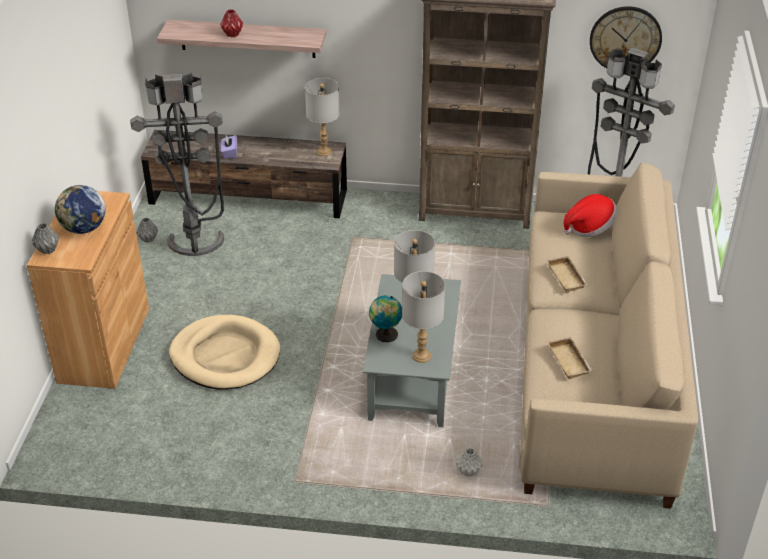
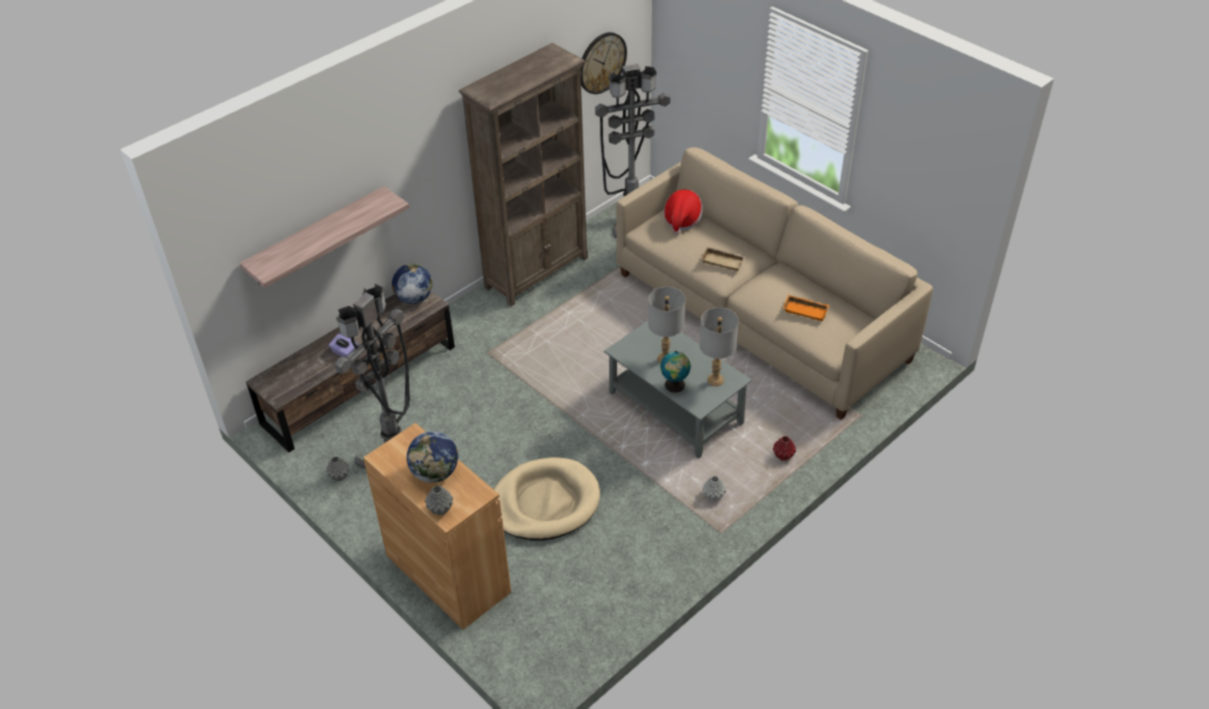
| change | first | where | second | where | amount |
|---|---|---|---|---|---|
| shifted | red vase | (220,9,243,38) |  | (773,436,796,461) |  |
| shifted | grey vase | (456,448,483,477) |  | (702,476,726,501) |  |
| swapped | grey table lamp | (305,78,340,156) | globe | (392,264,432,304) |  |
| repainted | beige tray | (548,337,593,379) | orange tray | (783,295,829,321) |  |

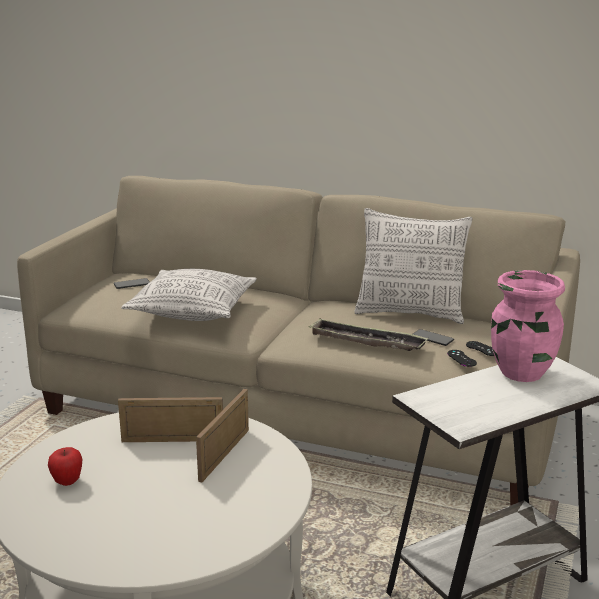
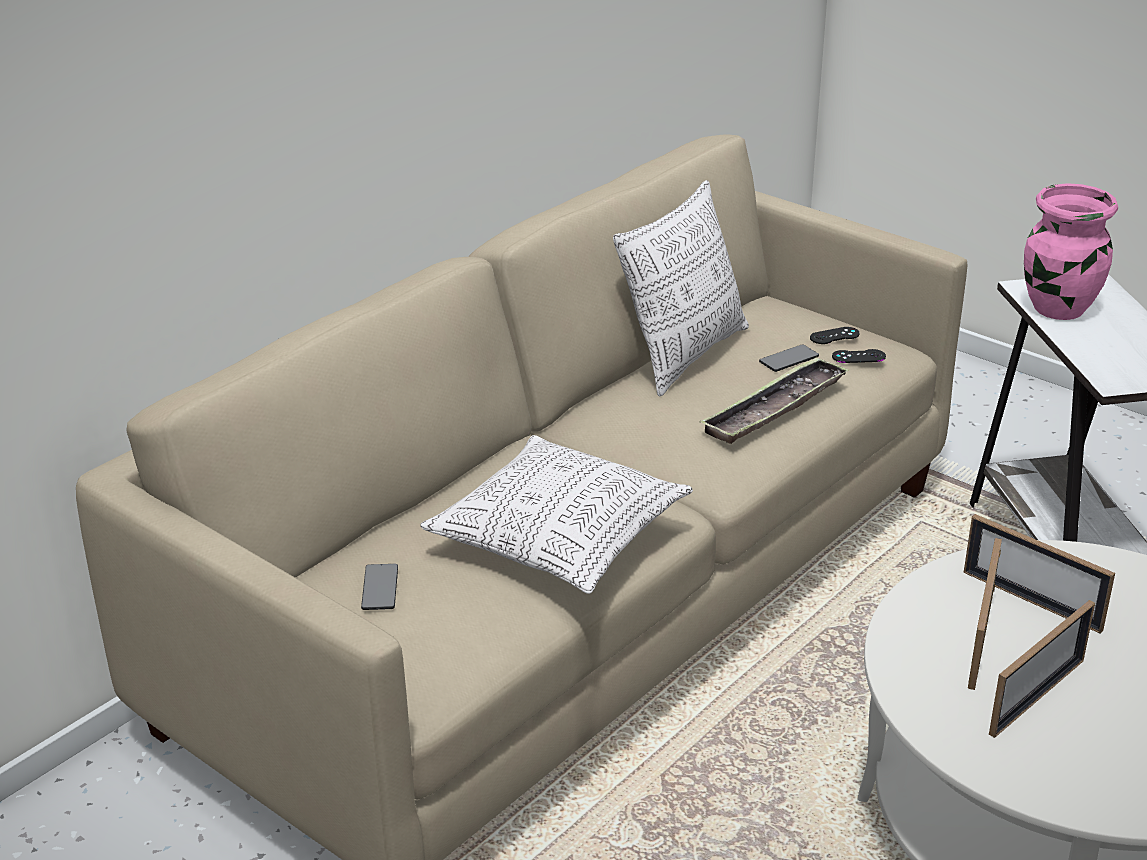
| change | first | where | second | where | amount |
|---|---|---|---|---|---|
| gone | apple | (48,447,82,486) |  |  |  |
| new |  |  | picture frame | (989,600,1095,738) |  |

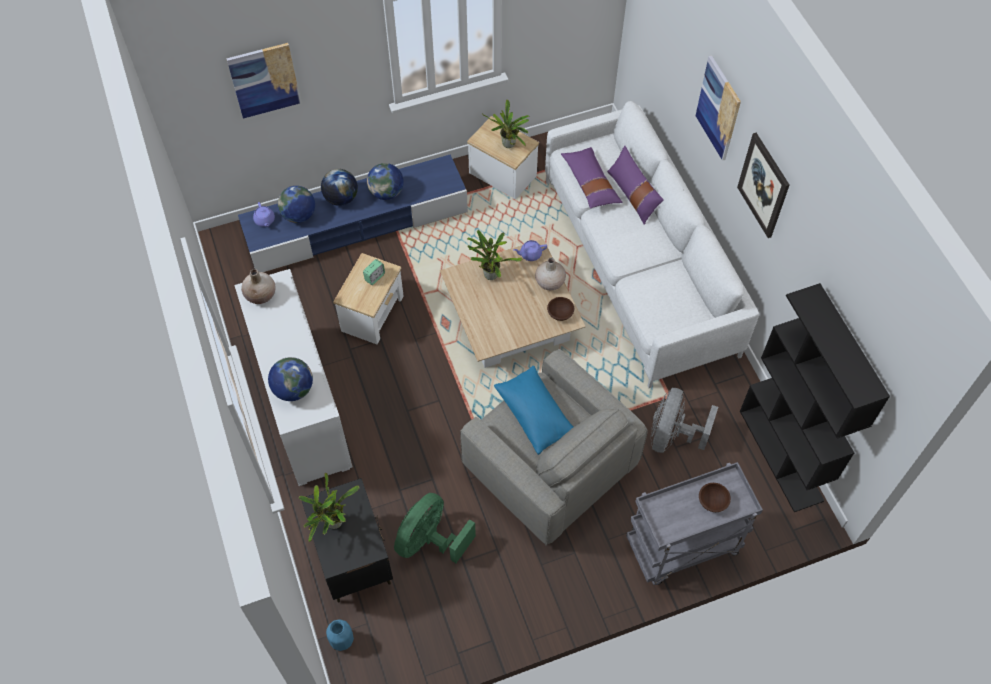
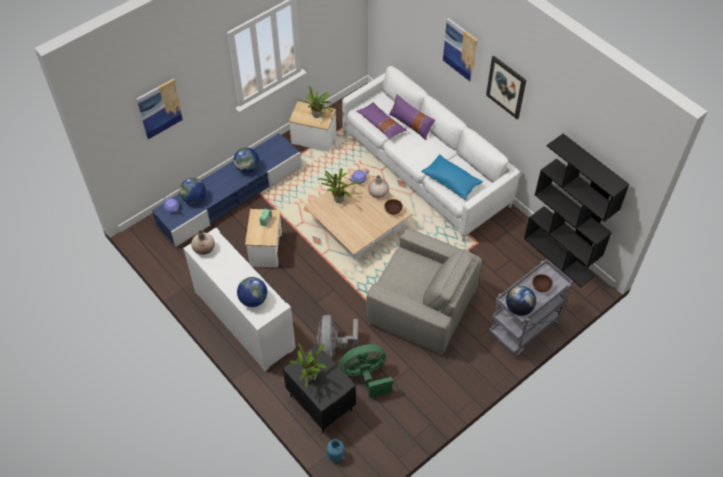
| change | first | where | second | where | amount |
|---|---|---|---|---|---|
| shifted | globe | (321,169,358,206) |  | (506,286,536,316) |  |
| shifted | blue pillow | (494,366,573,455) |  | (421,154,483,200) |  |
| shifted | grey fan | (651,388,718,453) |  | (317,315,358,358) |  |
| rotated | green fan | (394,493,476,563) |  | (339,344,393,398) | 60 degrees clockwise |

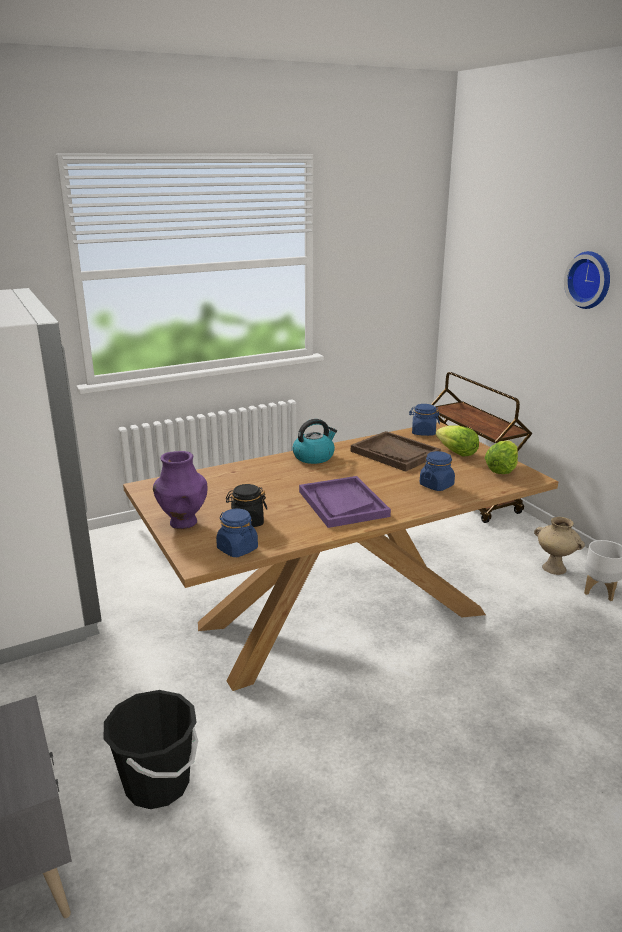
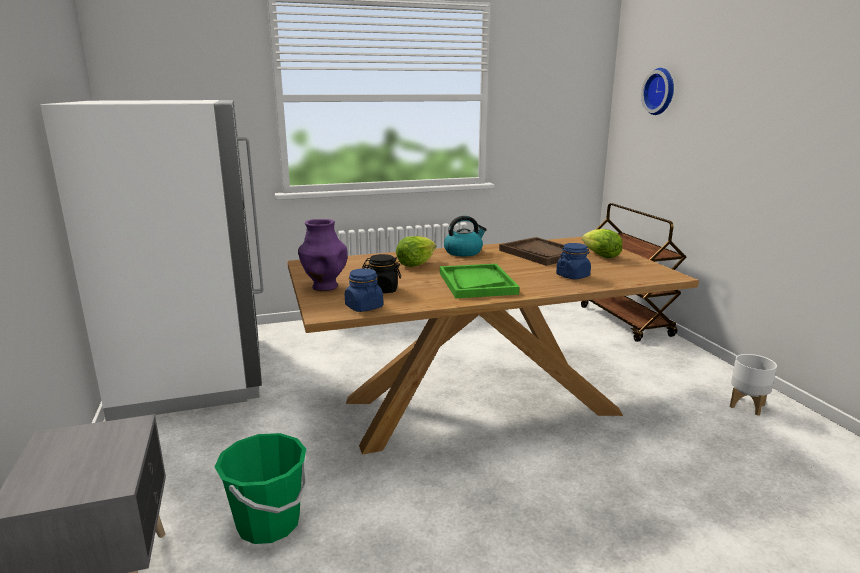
| change | first | where | second | where | amount |
|---|---|---|---|---|---|
| gone | blue jar | (409,404,440,436) |  |  |  |
| gone | beige vase | (534,517,585,575) |  |  |  |
| shifted | lettuce | (485,440,518,474) |  | (396,236,436,267) |  |
| shifted | wall clock | (564,251,610,309) |  | (641,68,674,115) |  |
| repainted | black bucket | (104,690,198,809) | green bucket | (215,433,308,544) |  |
| repainted | purple tray | (299,476,391,528) | green tray | (440,264,520,298) |  |

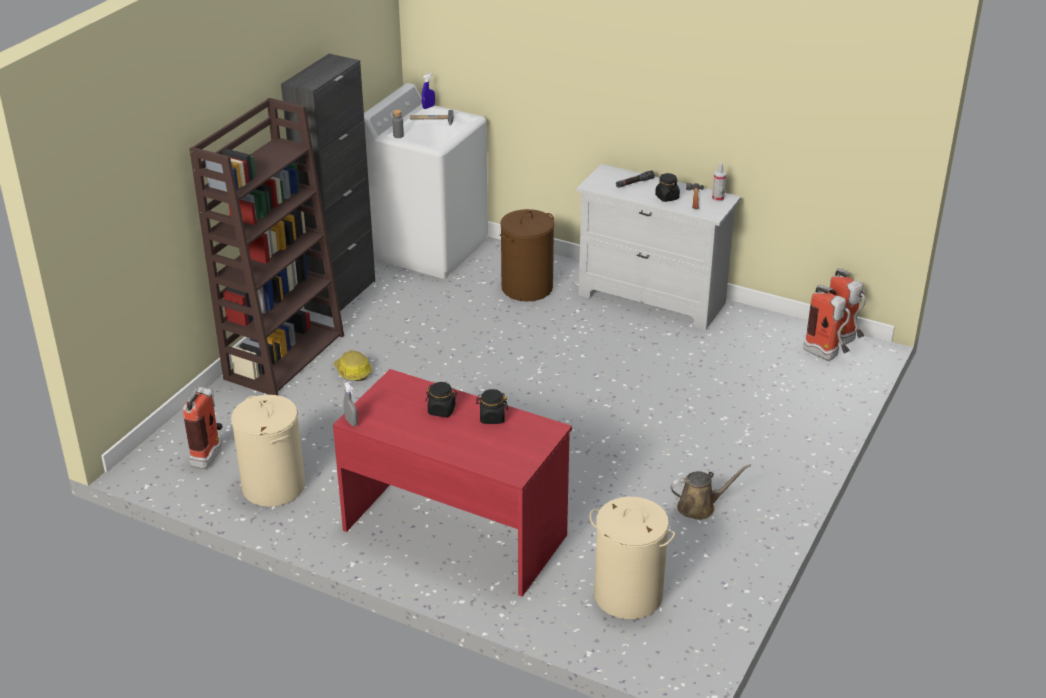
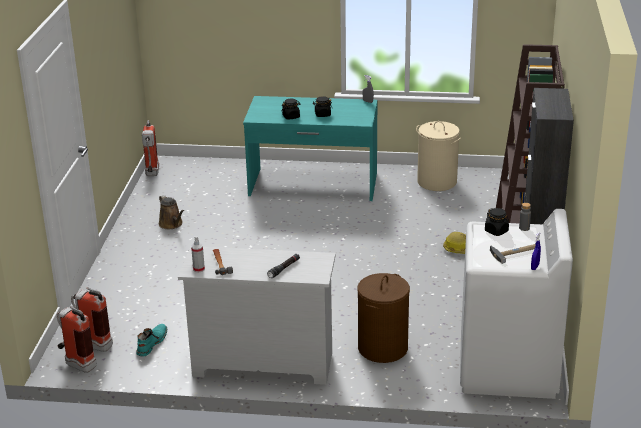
| change | first | where | second | where | amount |
|---|---|---|---|---|---|
| gone | beige laundry basket | (589,497,675,619) |  |  |  |
| new |  |  | turquoise boot | (136,324,167,357) |  |
| shifted | fire extinguisher | (183,387,223,469) |  | (142,120,159,176) |  |
| shifted | black jar | (655,173,680,202) |  | (485,208,509,236) |  |
| repainted | red desk | (333,369,572,597) | turquoise desk | (243,96,377,201) |  |
| rotated | brown watering can | (670,464,751,520) |  | (159,195,184,229) | 90 degrees counterclockwise |

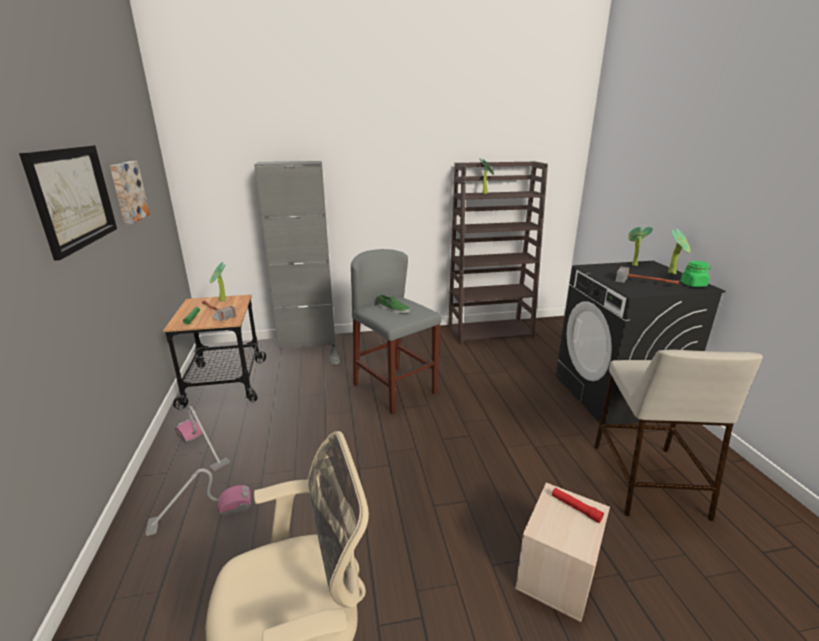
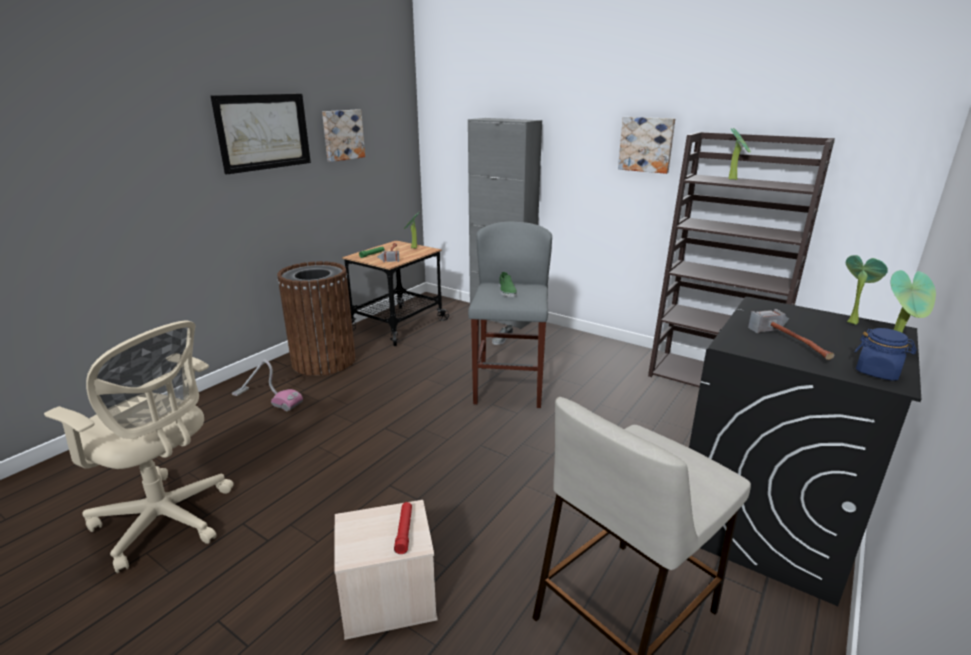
| change | first | where | second | where | amount |
|---|---|---|---|---|---|
| new |  |  | picture | (618,117,675,174) |  |
| swapped | vacuum cleaner | (175,406,230,471) | brown trash can | (277,261,356,376) |  |
| repainted | green jar | (680,261,711,287) | blue jar | (855,328,917,381) |  |

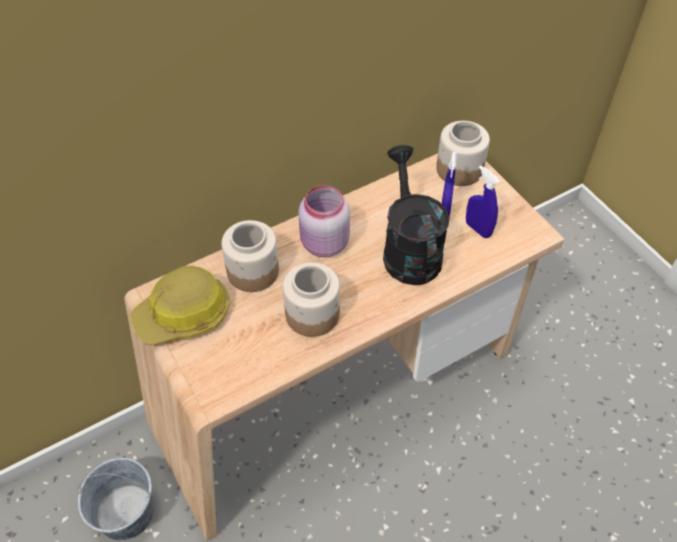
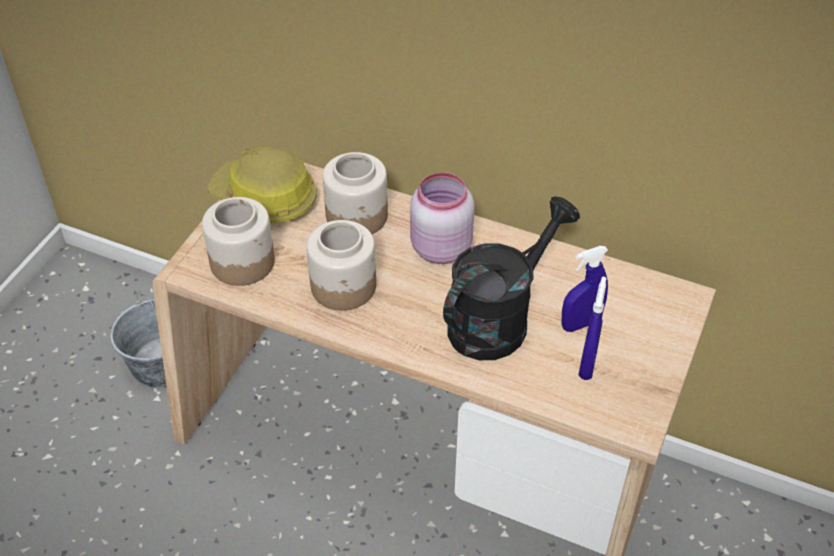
| change | first | where | second | where | amount |
|---|---|---|---|---|---|
| shifted | jar | (436,121,490,186) |  | (202,197,275,286) |  |

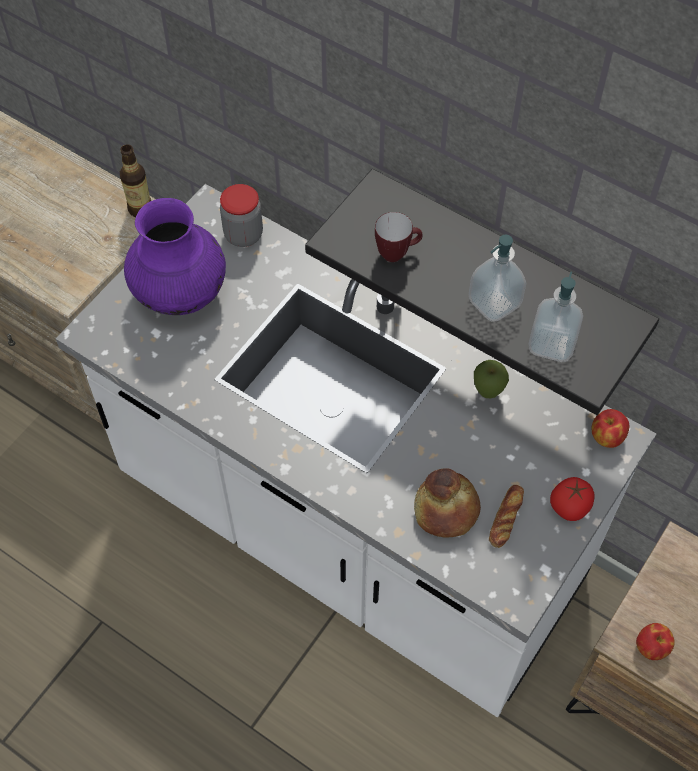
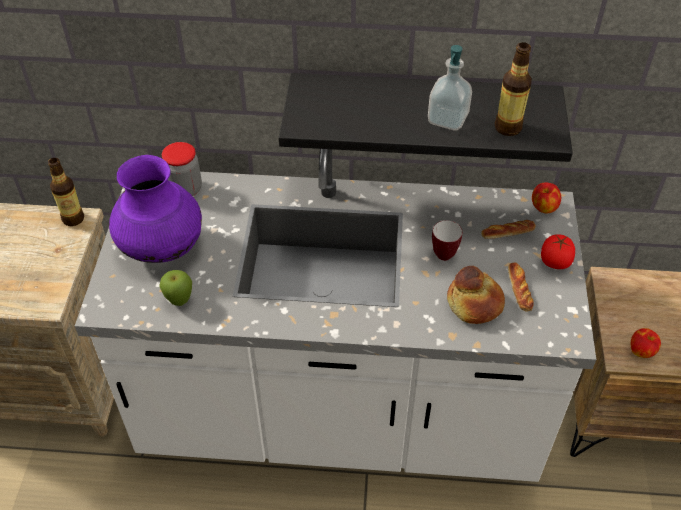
| change | first | where | second | where | amount |
|---|---|---|---|---|---|
| new |  |  | bread | (481,220,536,239) |  |
| shifted | mug | (375,212,423,262) |  | (432,220,462,261) |  |
| shifted | apple | (474,360,509,398) |  | (159,270,192,306) |  |
| swapped | soap dispenser | (528,271,583,362) | bottle | (495,42,532,136) |  |

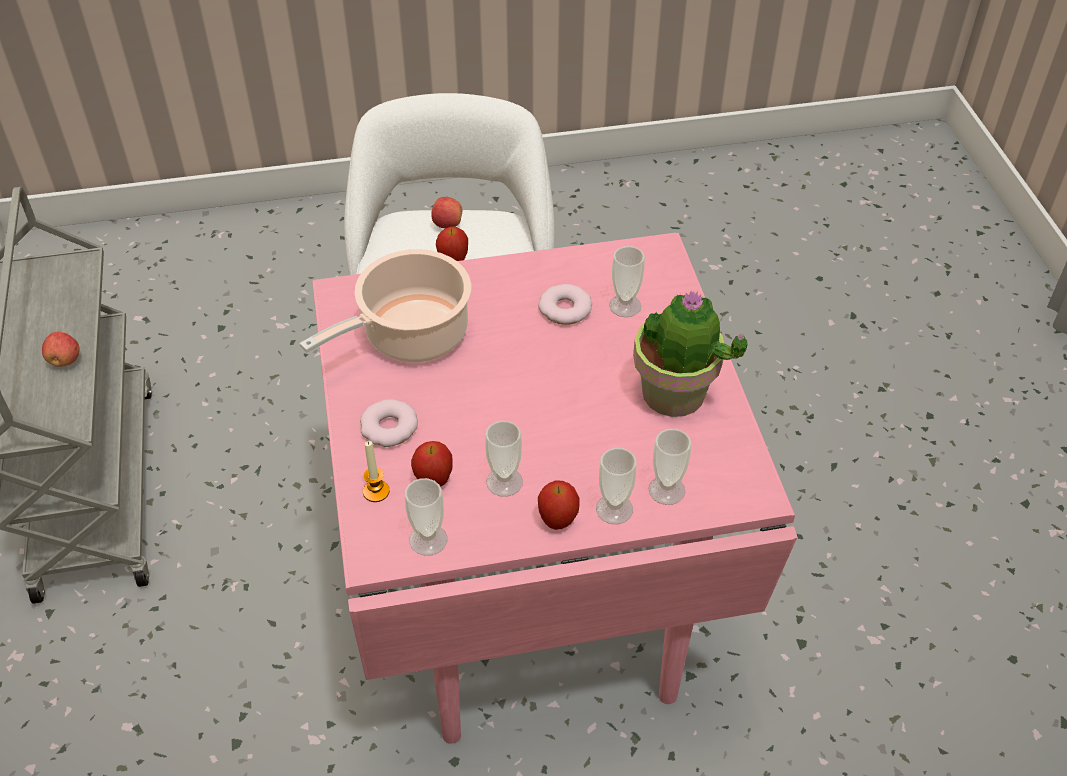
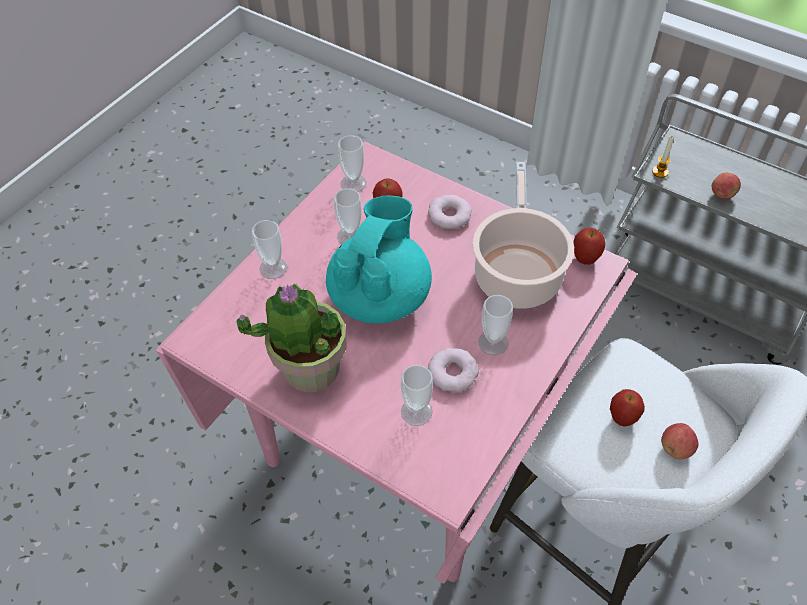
| change | first | where | second | where | amount |
|---|---|---|---|---|---|
| new |  |  | turquoise teapot | (326,196,432,323) |  |
| shifted | candle | (363,441,390,502) |  | (652,136,674,178) |  |
| shifted | apple | (538,480,580,530) |  | (574,228,605,265) |  |
| shifted | cup | (648,429,691,505) |  | (478,295,513,355) |  |

